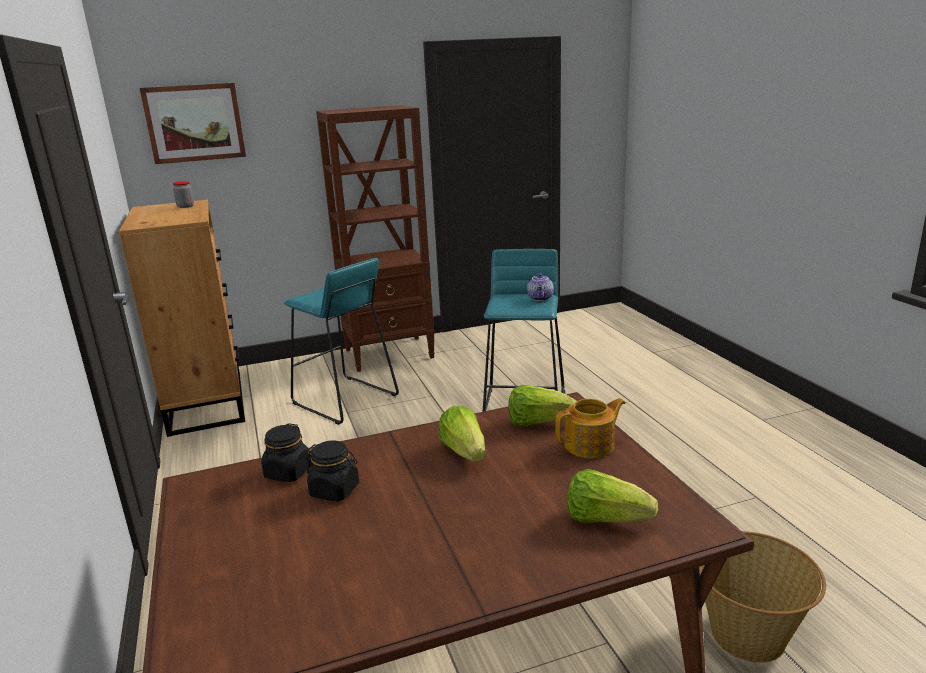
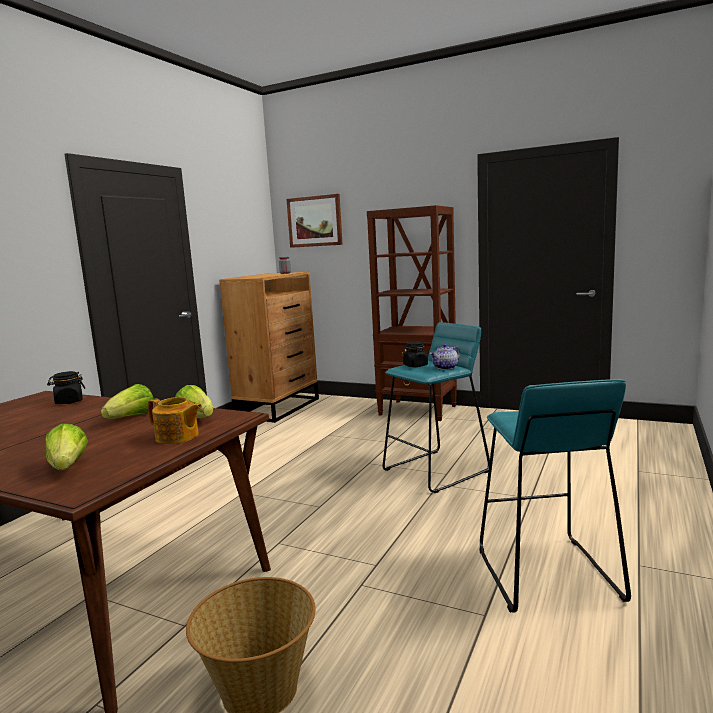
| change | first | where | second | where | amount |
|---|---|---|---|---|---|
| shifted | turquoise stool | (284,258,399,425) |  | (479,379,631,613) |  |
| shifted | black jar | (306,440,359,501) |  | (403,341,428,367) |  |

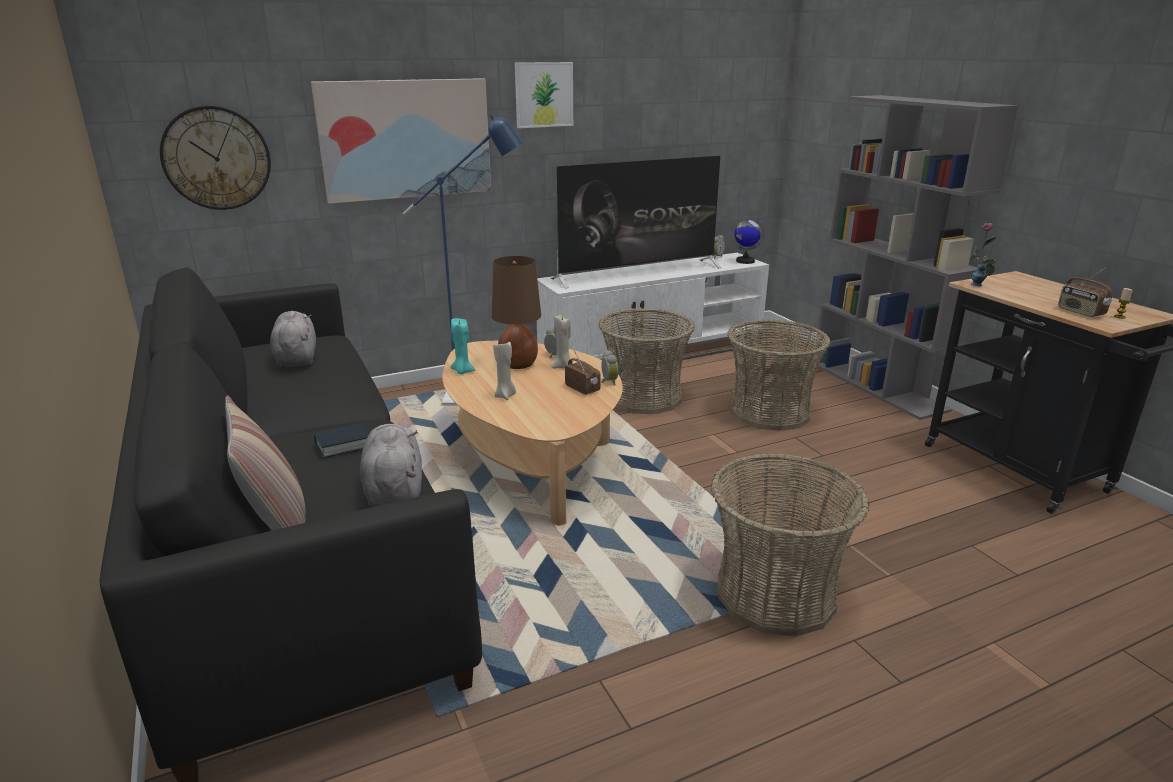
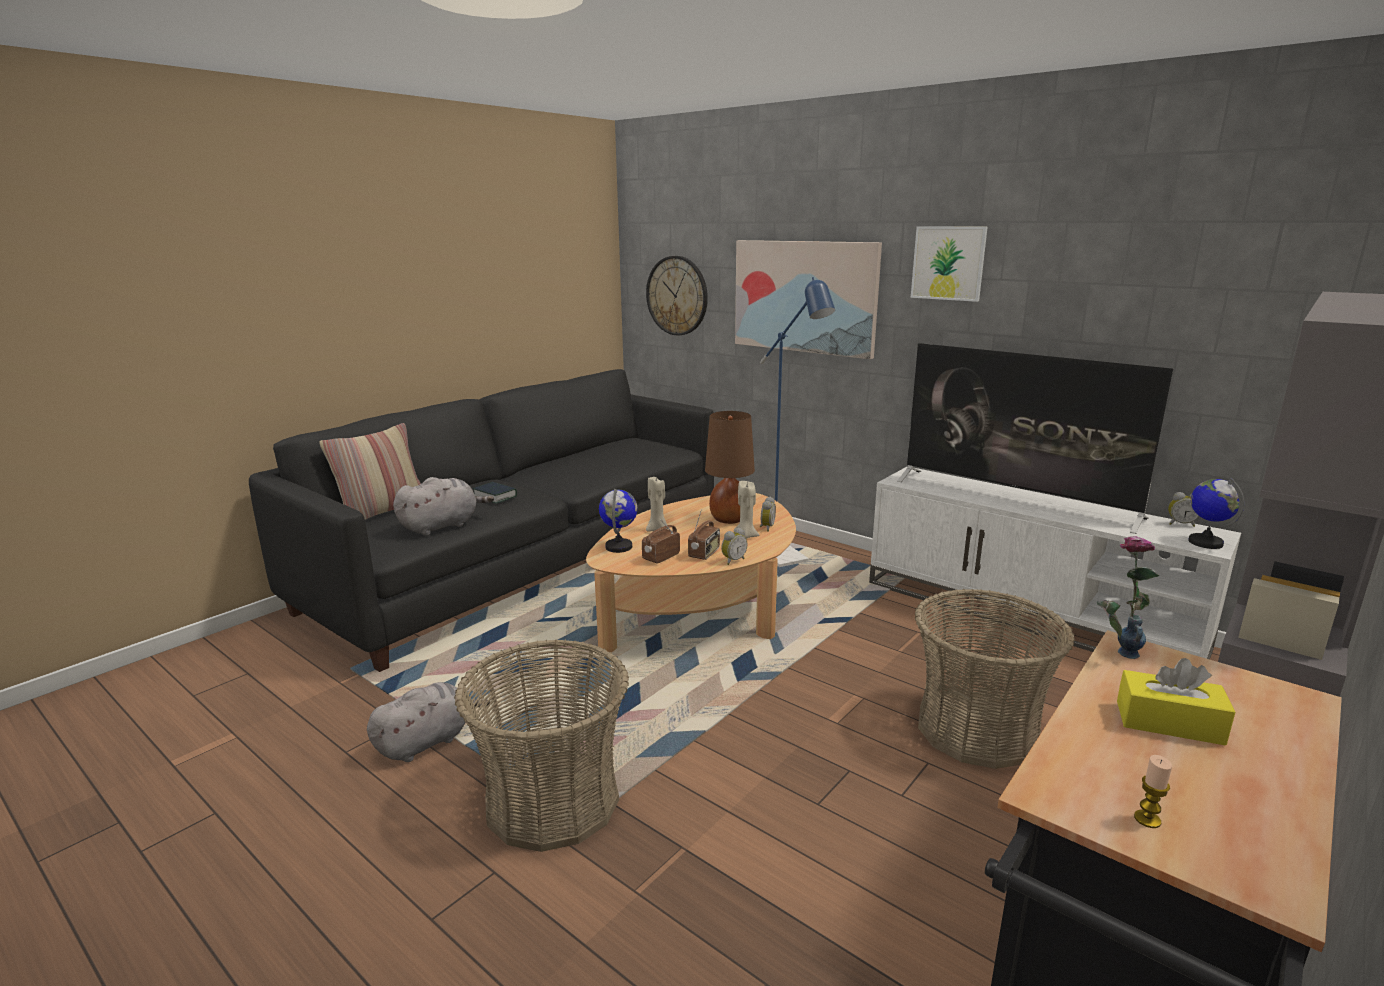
| change | first | where | second | where | amount |
|---|---|---|---|---|---|
| gone | turquoise candle | (451,318,475,374) |  |  |  |
| gone | basket | (599,308,695,414) |  |  |  |
| new |  |  | globe | (599,489,637,553) |  |
| new |  |  | yellow tissue box | (1117,658,1235,745) |  |
| shifted | grey plush toy | (270,311,316,367) |  | (367,682,490,762) |  |
| shifted | radio | (1058,268,1112,317) |  | (642,519,680,564) |  |

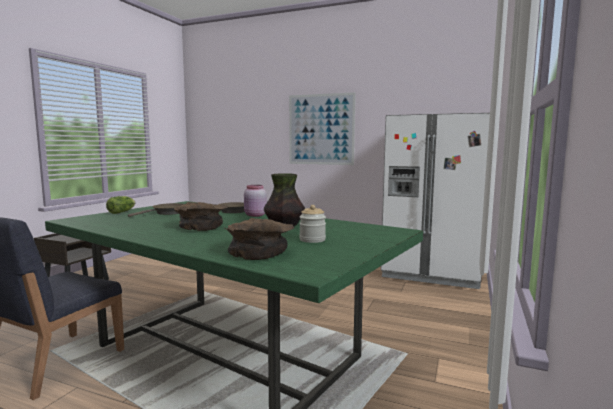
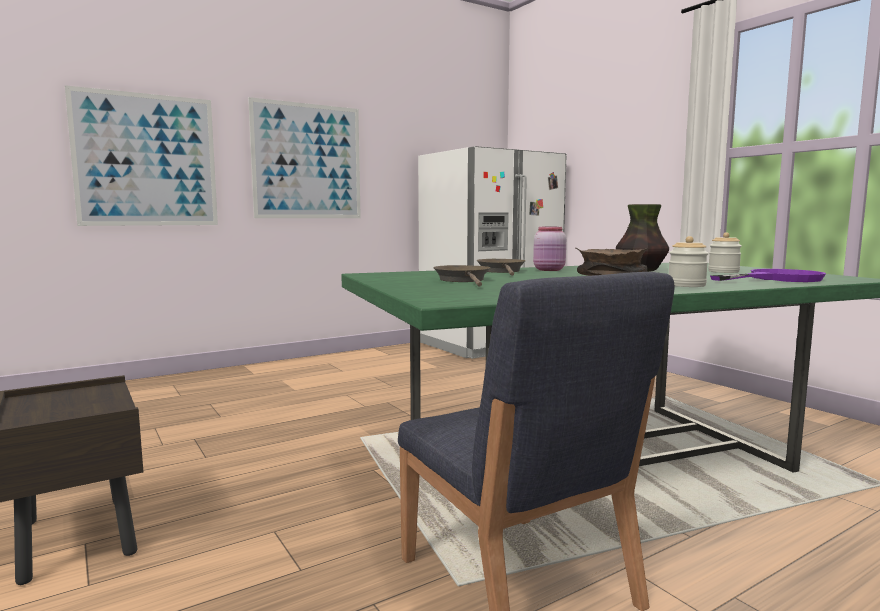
| change | first | where | second | where | amount |
|---|---|---|---|---|---|
| gone | lettuce | (106,196,135,214) |  |  |  |
| new |  |  | picture | (65,85,218,226) |  |
| new |  |  | jar | (669,236,709,287) |  |
| swapped | brown bowl | (225,218,295,260) | purple frying pan | (710,269,826,282) |  |

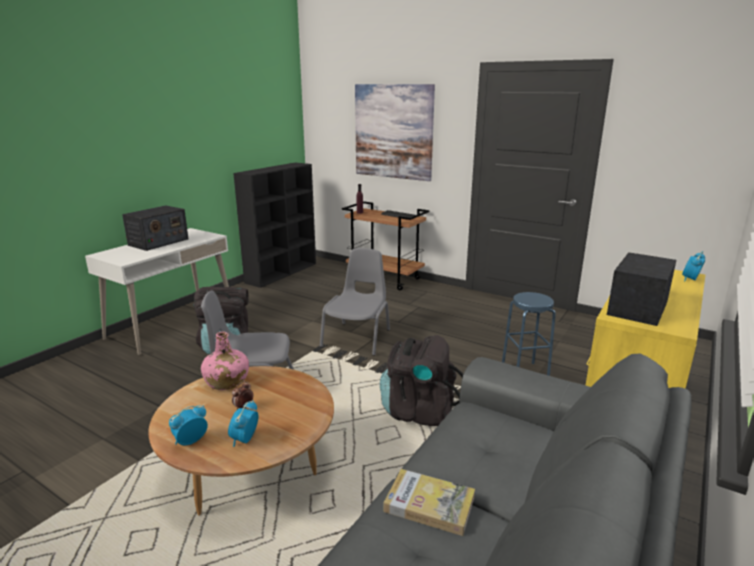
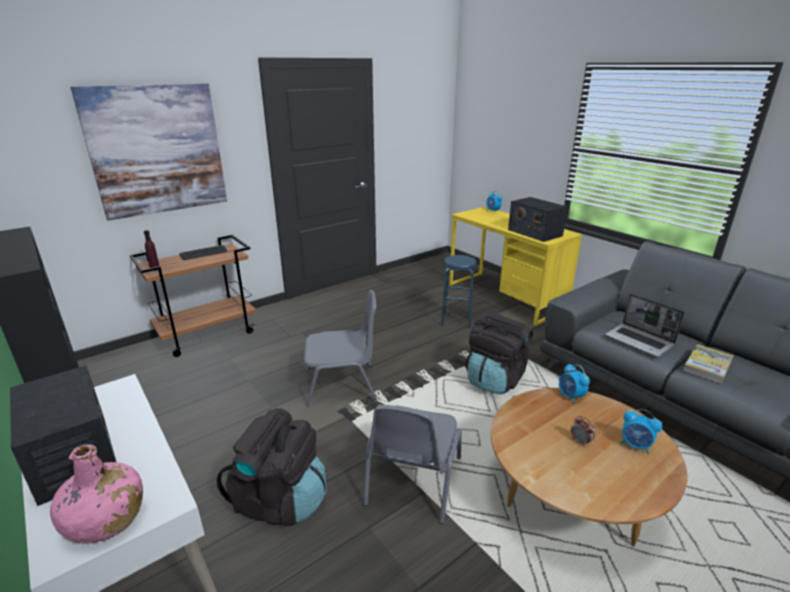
| change | first | where | second | where | amount |
|---|---|---|---|---|---|
| new |  |  | laptop | (605,293,684,357) |  |
| shifted | alarm clock | (169,405,208,446) |  | (559,364,590,404) |  |
| shifted | pink bottle | (201,331,249,390) |  | (50,445,143,543) |  |
| rotated | grey chair | (320,248,390,356) |  | (304,290,377,406) | 135 degrees clockwise |

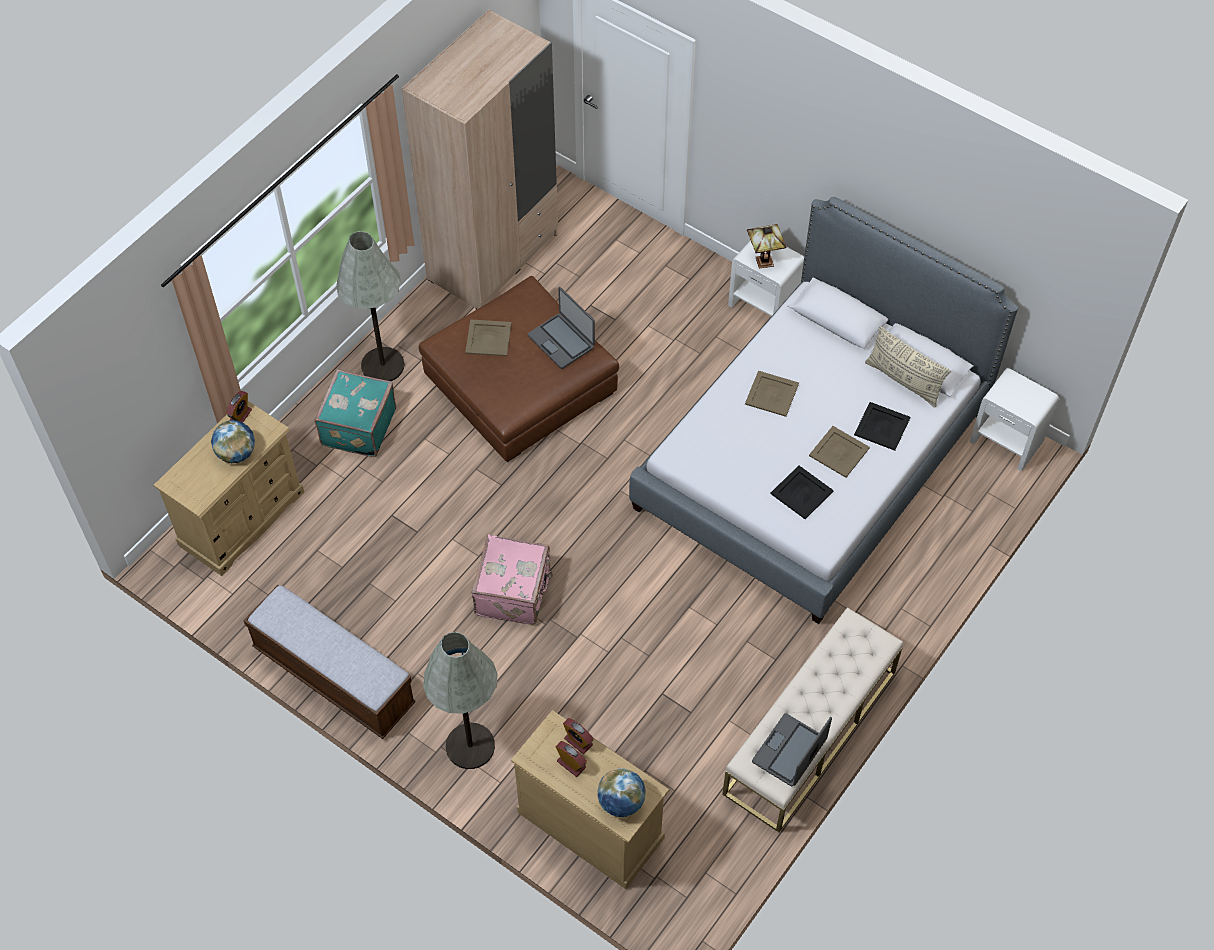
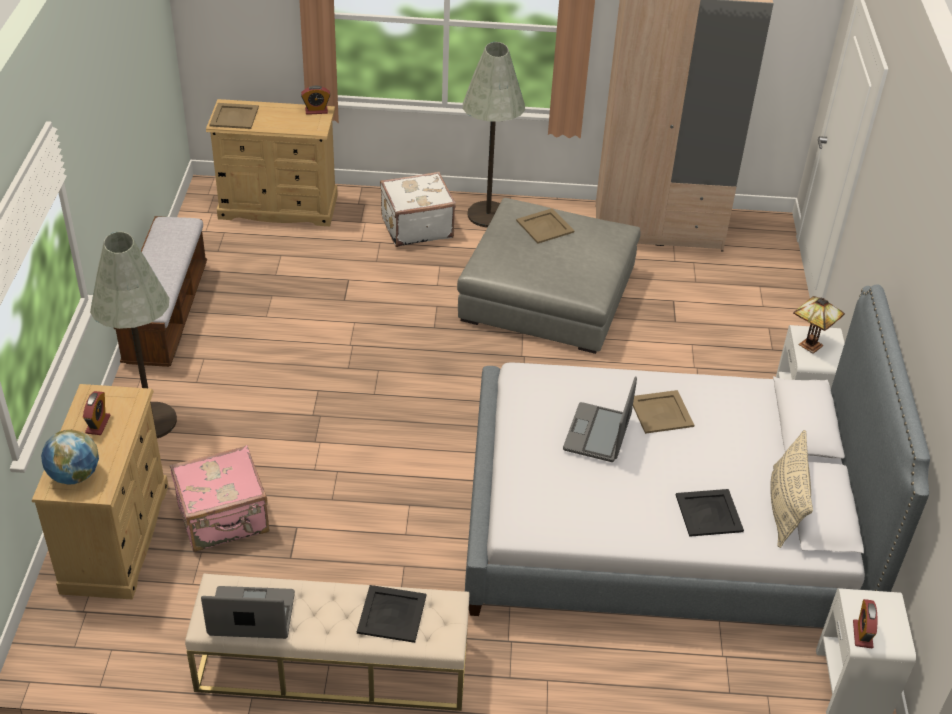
| change | first | where | second | where | amount |
|---|---|---|---|---|---|
| gone | globe | (211,420,255,463) |  |  |  |
| shifted | pink suitcase | (471,534,553,625) |  | (170,445,269,552) |  |
| shifted | laptop | (528,287,595,369) |  | (563,376,637,462) |  |
| shifted | alarm clock | (563,718,594,754) |  | (853,599,877,648) |  |
| shifted | black tray | (770,465,834,519) |  | (357,585,426,643) |  |
| shifted | beige tray | (809,426,870,478) |  | (209,103,259,129) |  |
| repainted | turquoise suitcase | (314,369,396,457) | white suitcase | (380,172,456,247) |  |
| repainted | brown ottoman | (419,276,619,462) | grey ottoman | (457,198,641,354) |  |

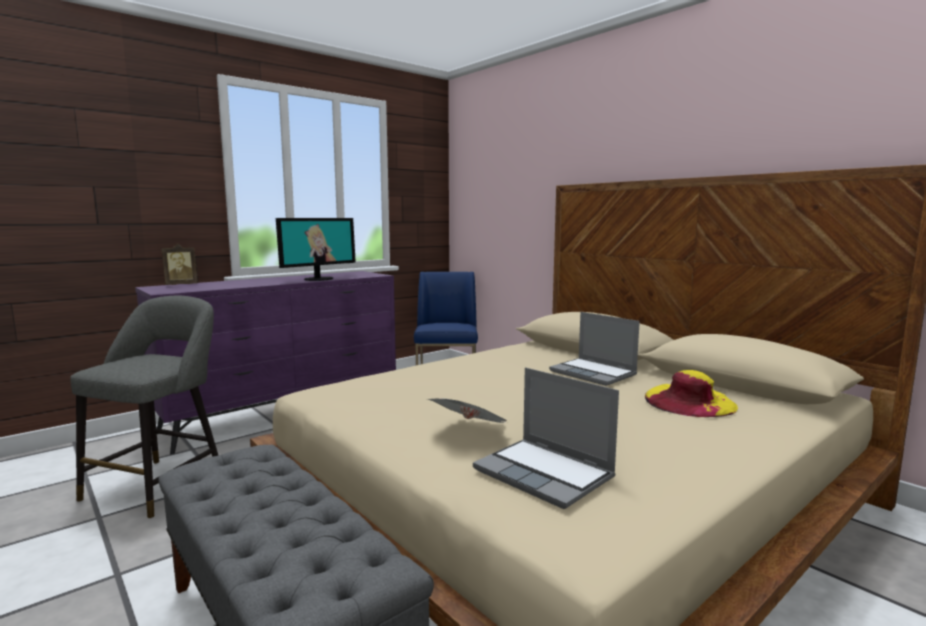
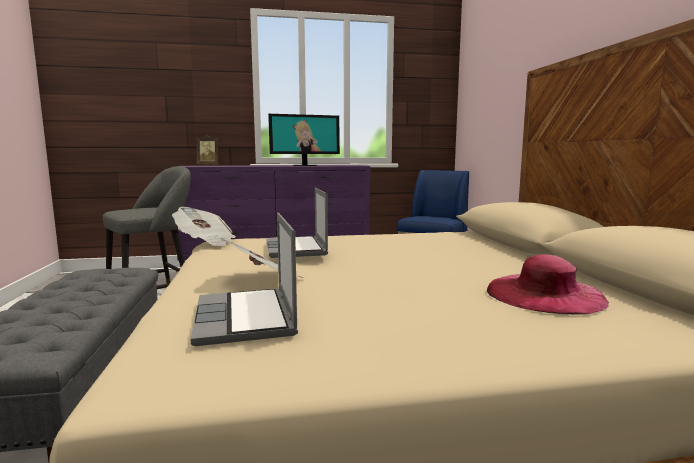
| change | first | where | second | where | amount |
|---|---|---|---|---|---|
| new |  |  | newspaper | (172,207,236,247) |  |
| shifted | laptop | (549,312,640,386) |  | (266,187,328,258) |  |
| repainted | yellow hat | (645,370,738,417) | pink hat | (487,254,609,315) |  |

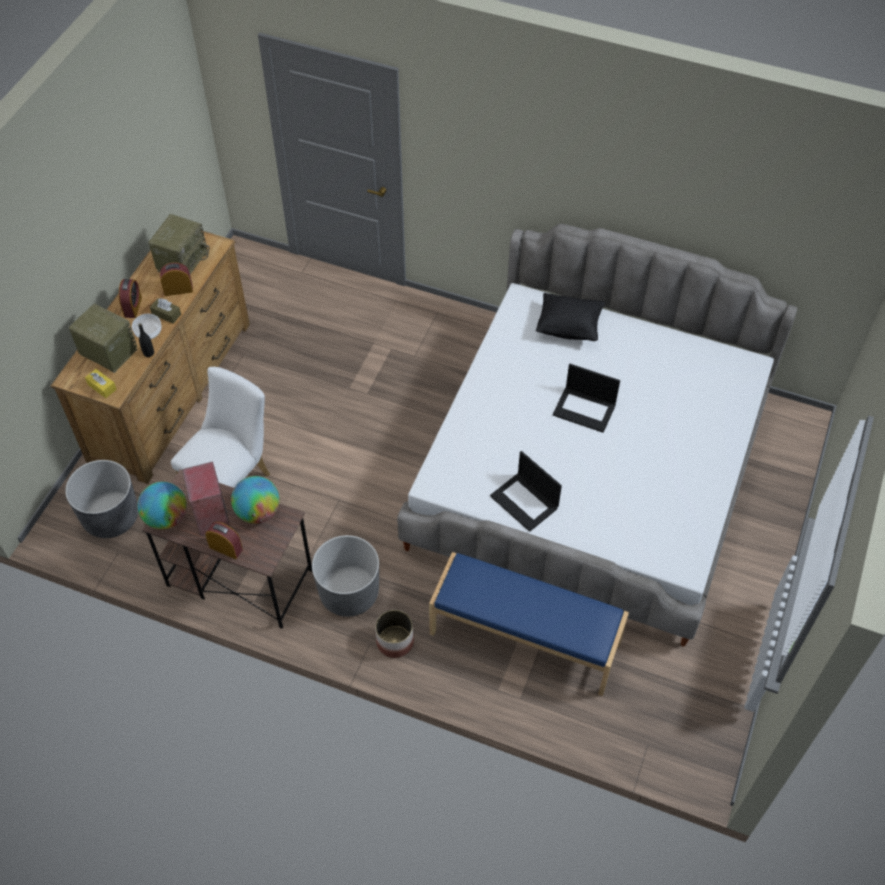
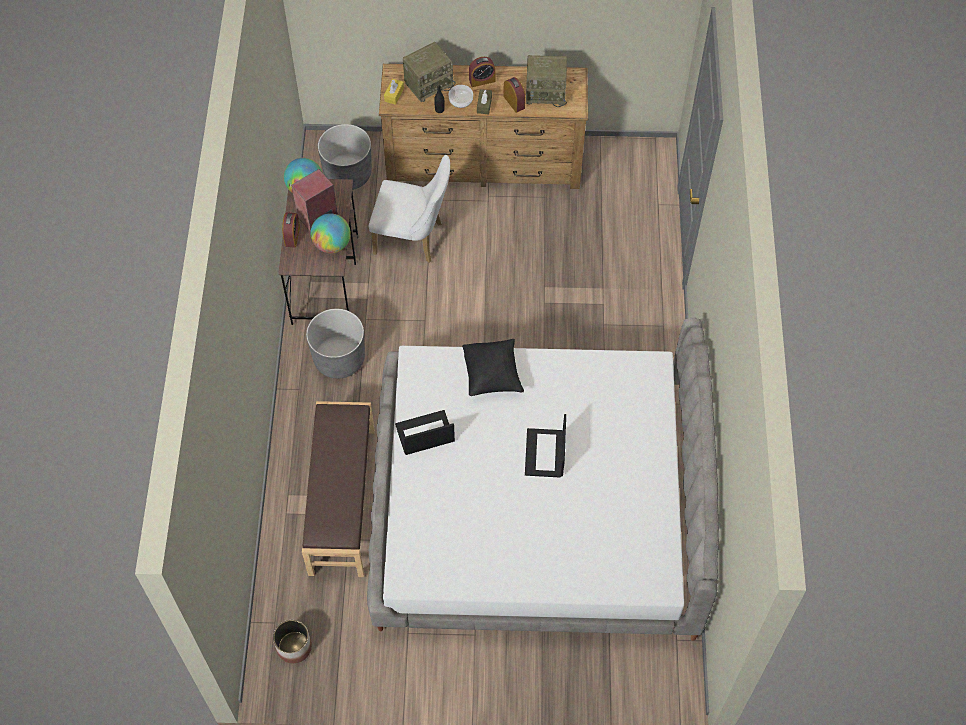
| change | first | where | second | where | amount |
|---|---|---|---|---|---|
| shifted | planter | (375,609,414,658) |  | (273,620,312,664) |  |
| shifted | black pillow | (536,293,606,341) |  | (462,339,524,396) |  |
| repainted | blue bench | (429,552,629,696) | brown bench | (302,401,375,577) |  |
| rotated | radio | (69,303,137,373) |  | (403,42,456,102) | 45 degrees clockwise |
| rotated | laptop | (490,451,562,532) |  | (395,410,455,455) | 45 degrees clockwise |

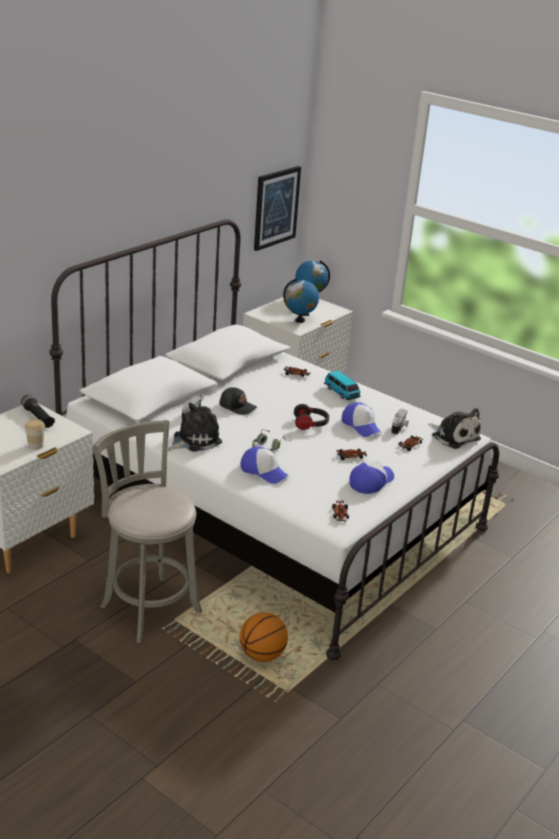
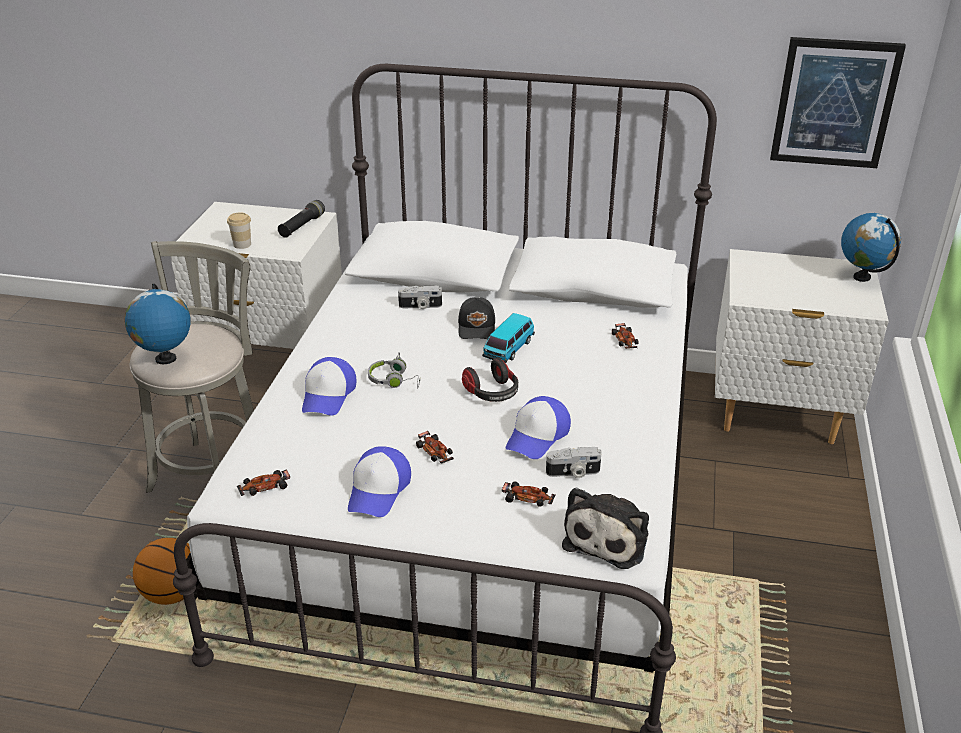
| change | first | where | second | where | amount |
|---|---|---|---|---|---|
| gone | plush toy | (168,403,222,452) |  |  |  |
| shifted | globe | (283,279,319,323) |  | (125,284,191,364) |  |
| shifted | toy car | (324,371,360,400) |  | (482,313,535,363) |  |
| rotated | cap | (349,461,394,494) |  | (348,446,411,517) | 90 degrees clockwise |

